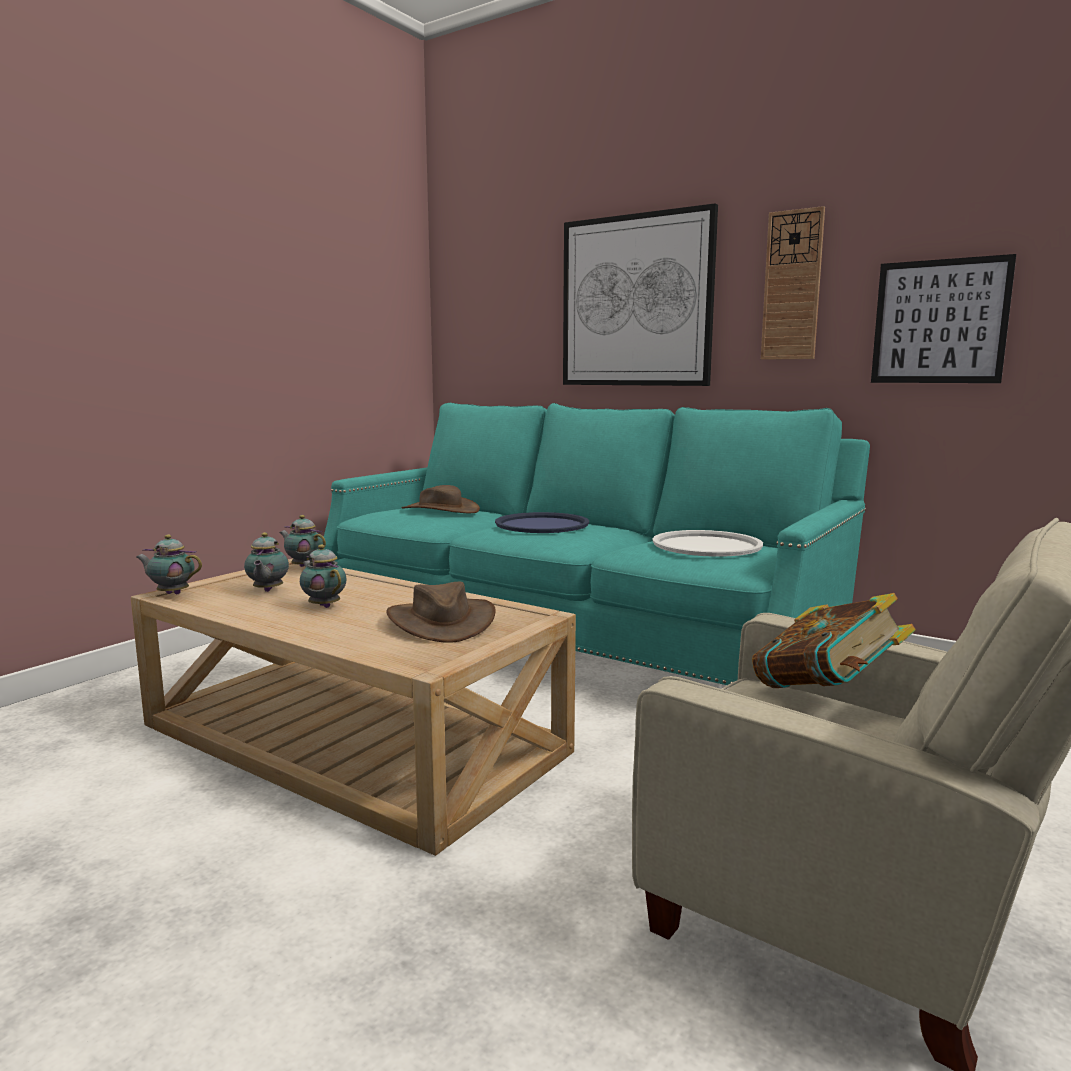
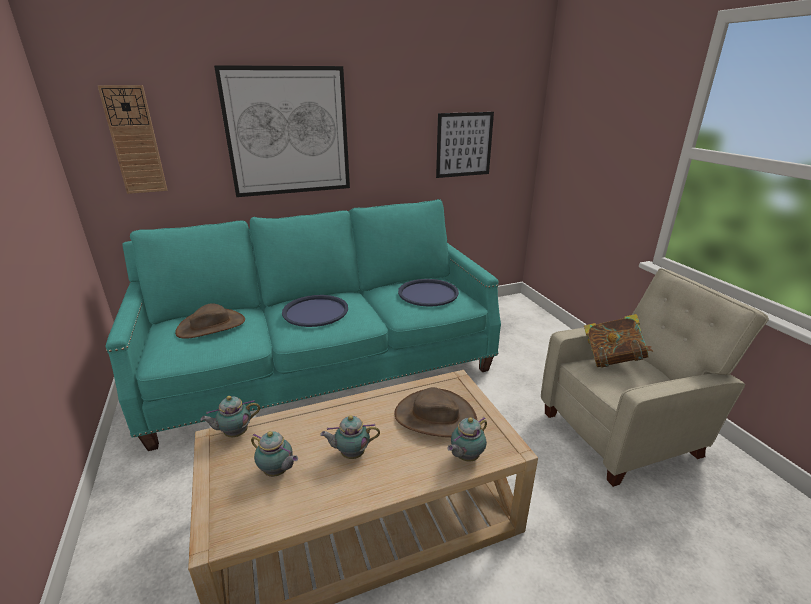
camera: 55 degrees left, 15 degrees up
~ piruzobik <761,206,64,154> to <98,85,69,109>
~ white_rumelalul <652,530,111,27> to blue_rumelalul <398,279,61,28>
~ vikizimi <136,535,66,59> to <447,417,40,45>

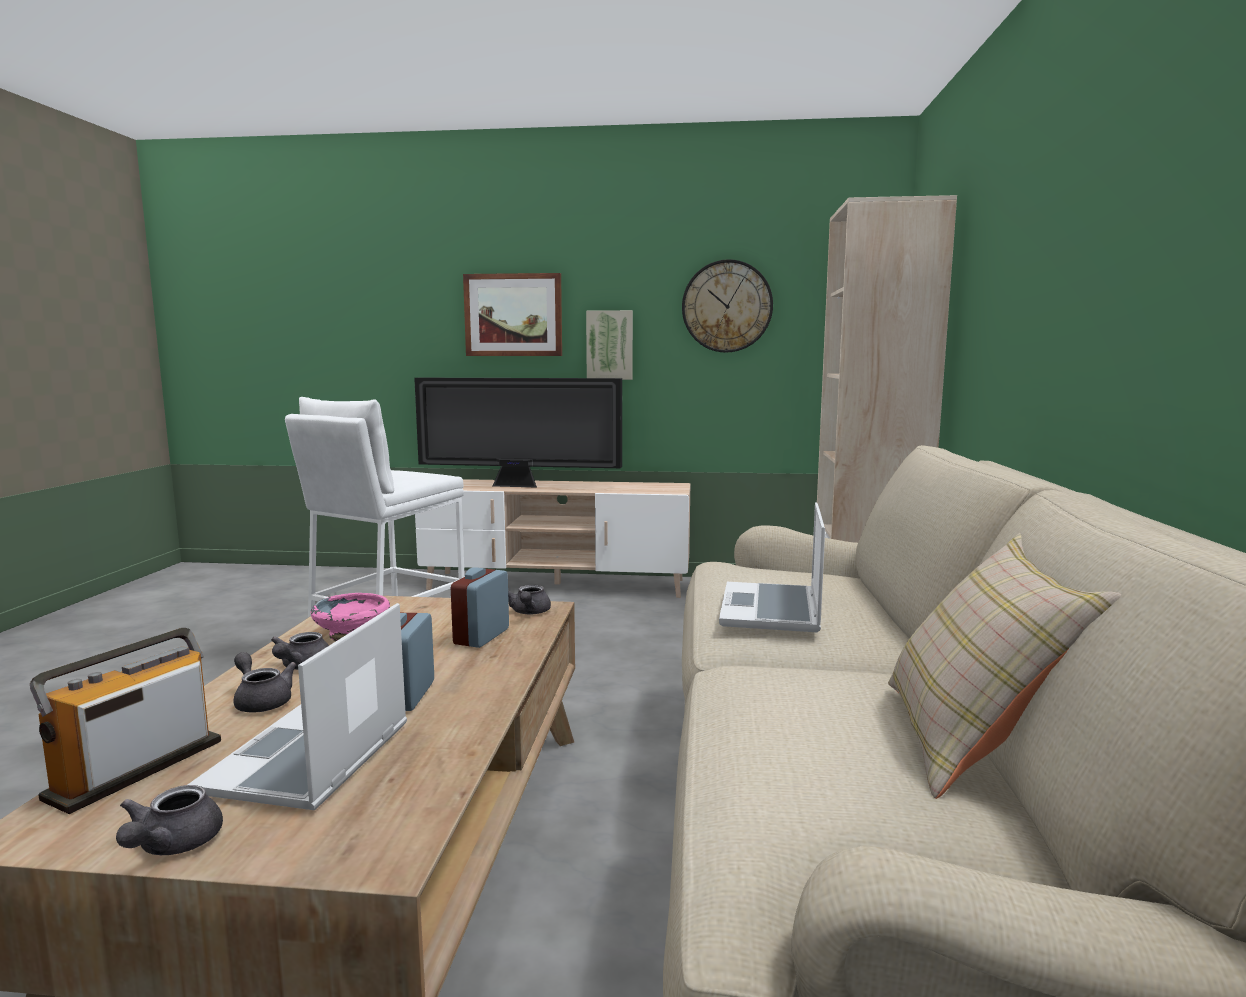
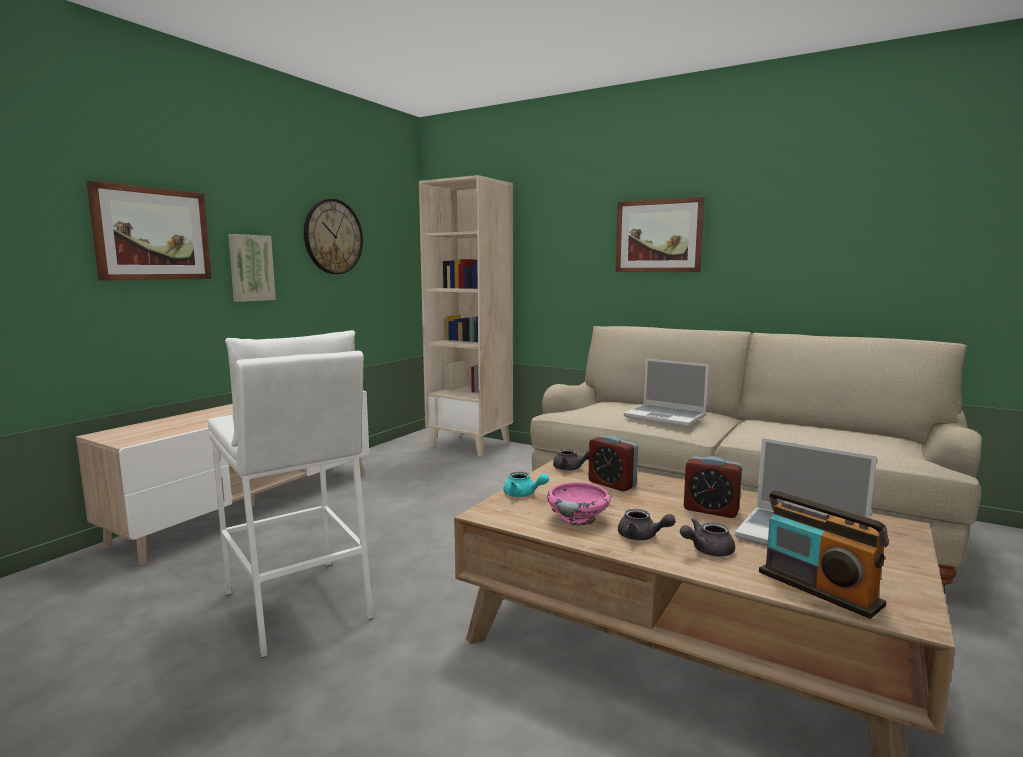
camera: 65 degrees left, 0 degrees up
+ turquoise_vikizimi <503,472,46,25>
+ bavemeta <616,197,89,75>
- grey_vikizimi <116,785,107,70>
- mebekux <414,378,208,110>
- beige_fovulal <888,533,233,266>

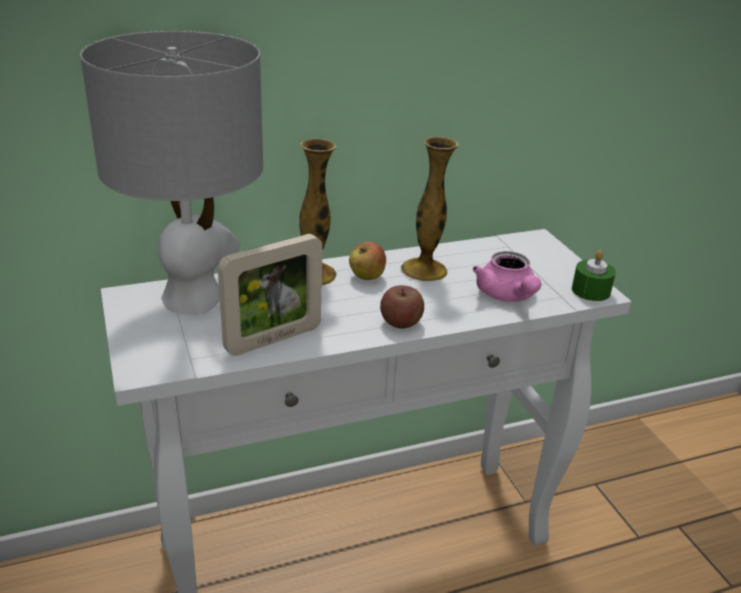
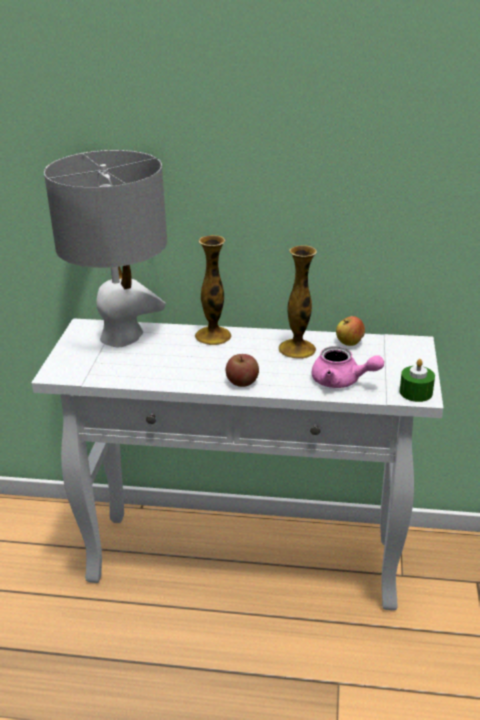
camera: 30 degrees right, 0 degrees up
~ pink_vikizimi <472,251,69,51> = <312,346,72,42> 75 degrees counterclockwise
~ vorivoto <349,242,37,38> to <336,316,29,30>
- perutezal <218,234,104,122>

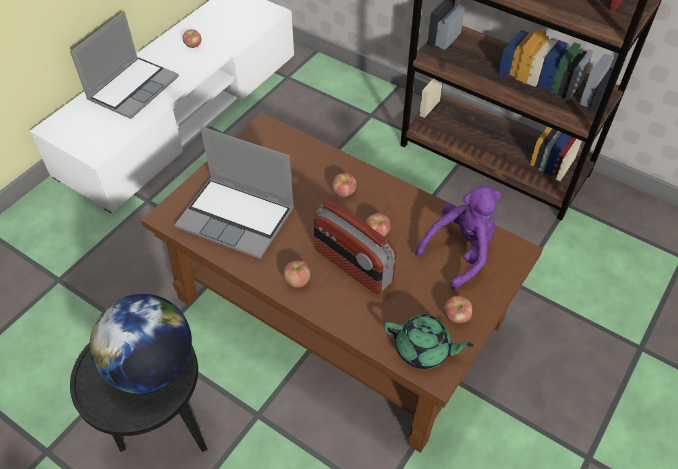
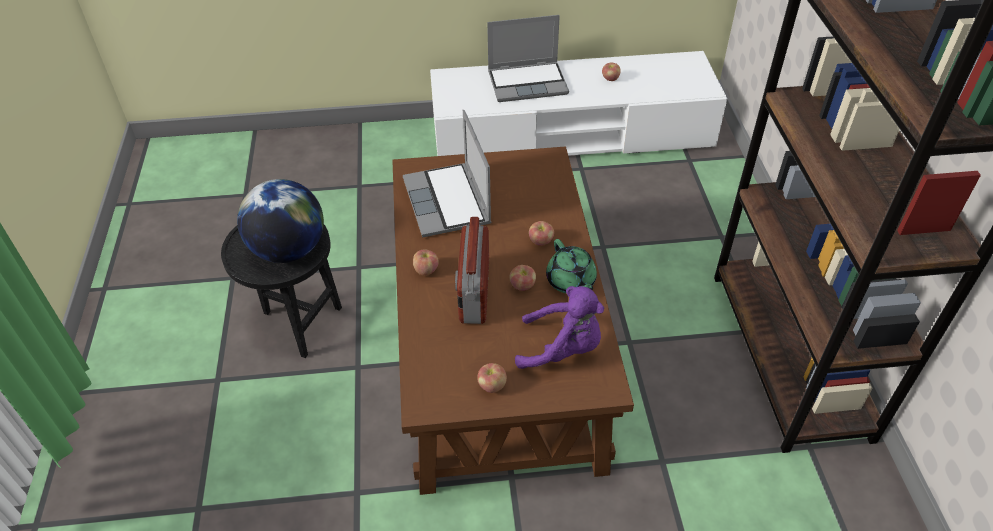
camera: 50 degrees right, 5 degrees down
~ green_vikizimi <384,314,89,55> to <546,239,51,55>

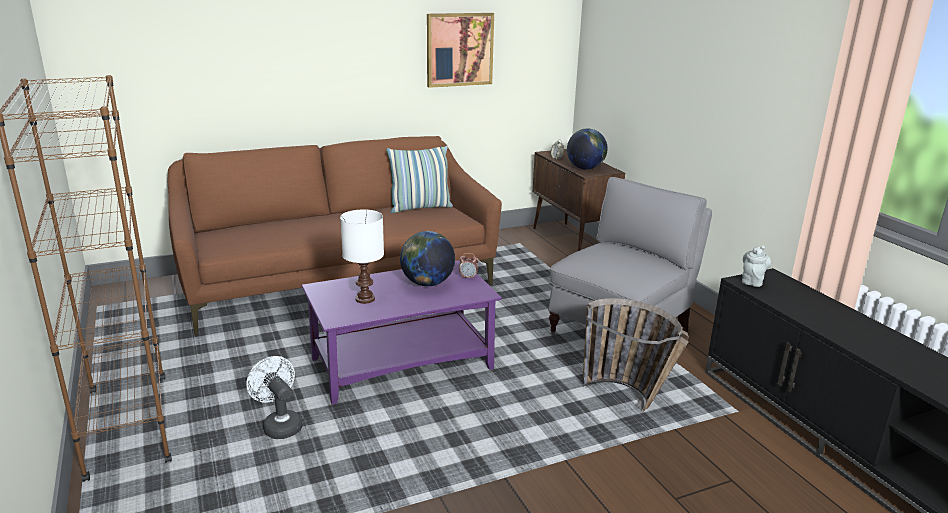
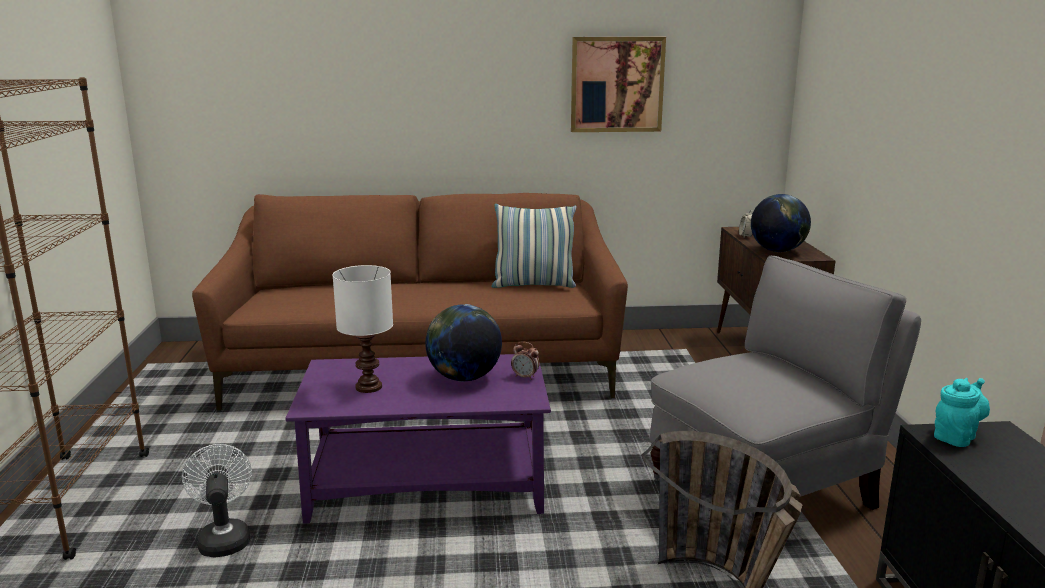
camera: 20 degrees right, 5 degrees down
~ grey_vikizimi <742,246,29,41> to turquoise_vikizimi <934,378,56,69>

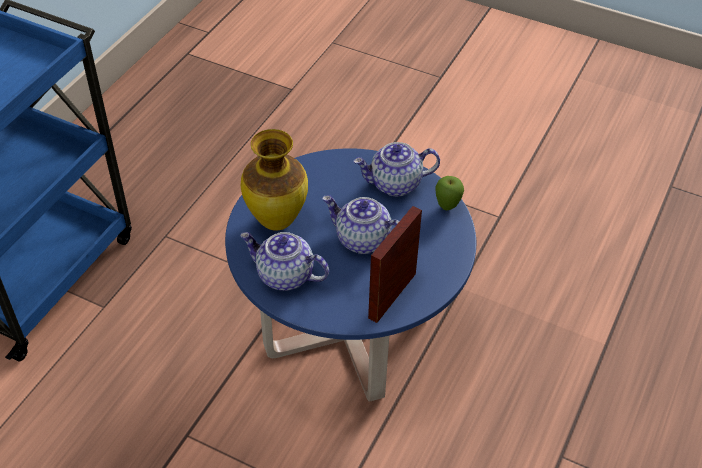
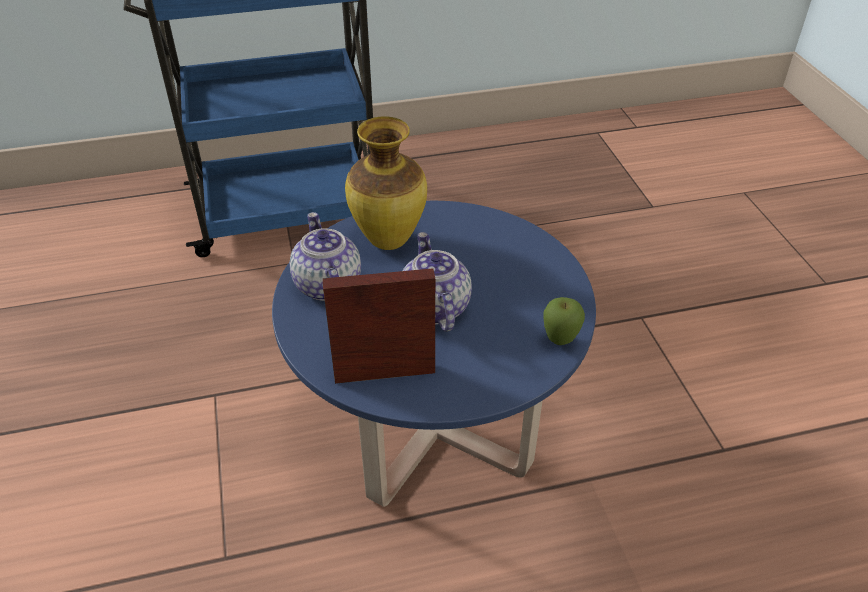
camera: 50 degrees right, 5 degrees down
- vikizimi <353,142,87,54>

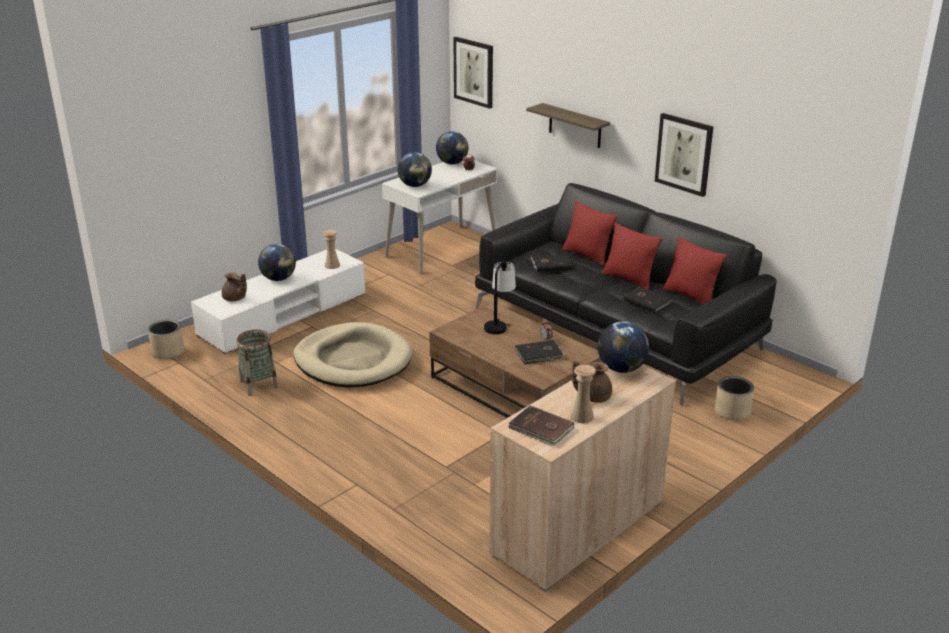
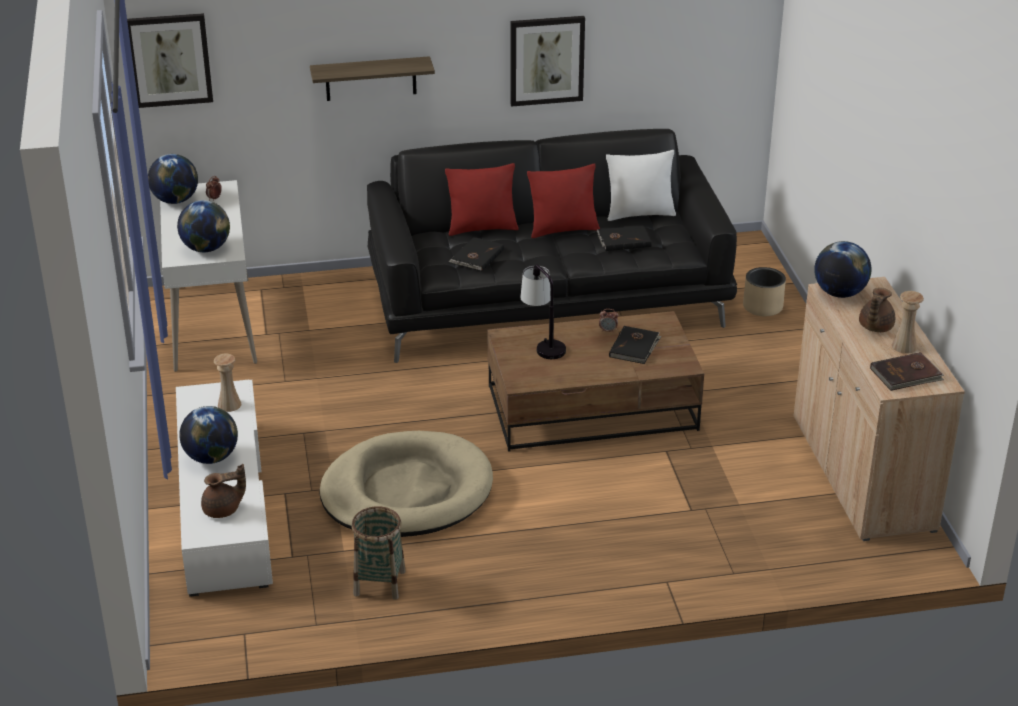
camera: 55 degrees left, 5 degrees up
~ red_fovulal <663,237,64,67> to white_fovulal <606,150,70,71>
- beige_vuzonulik <148,320,37,39>

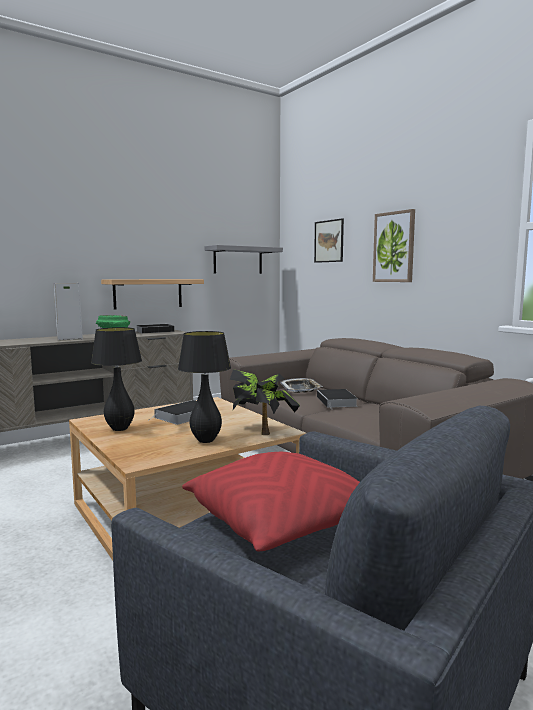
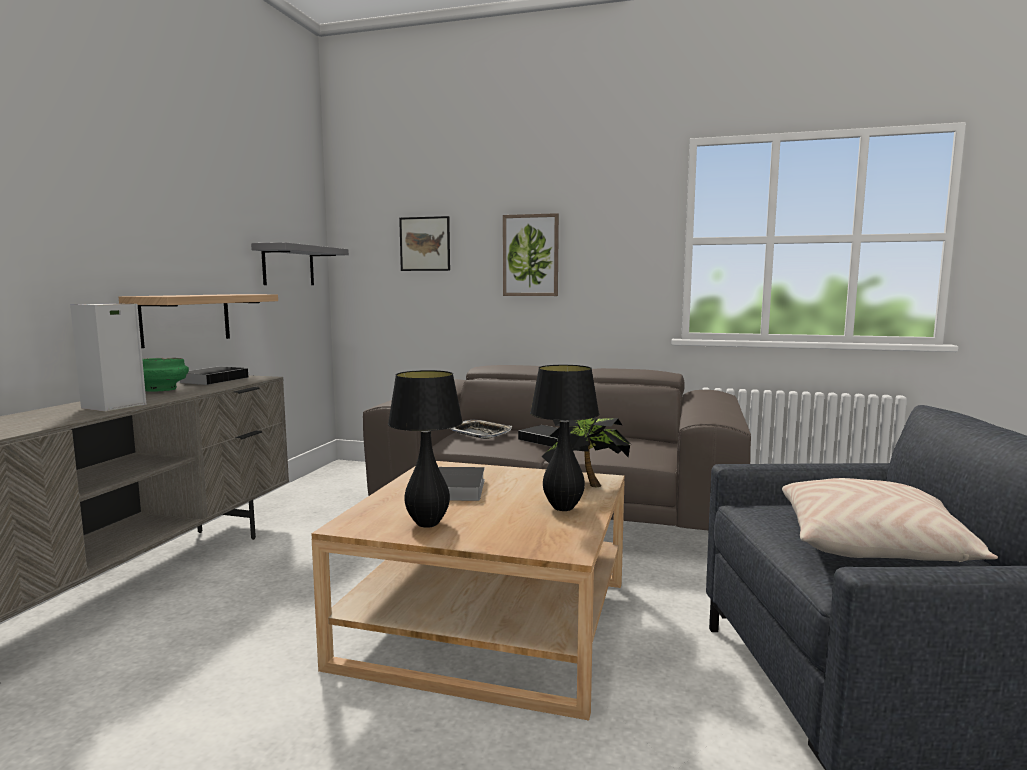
camera: 40 degrees left, 0 degrees up
~ red_fovulal <182,452,178,100> to beige_fovulal <782,478,216,84>

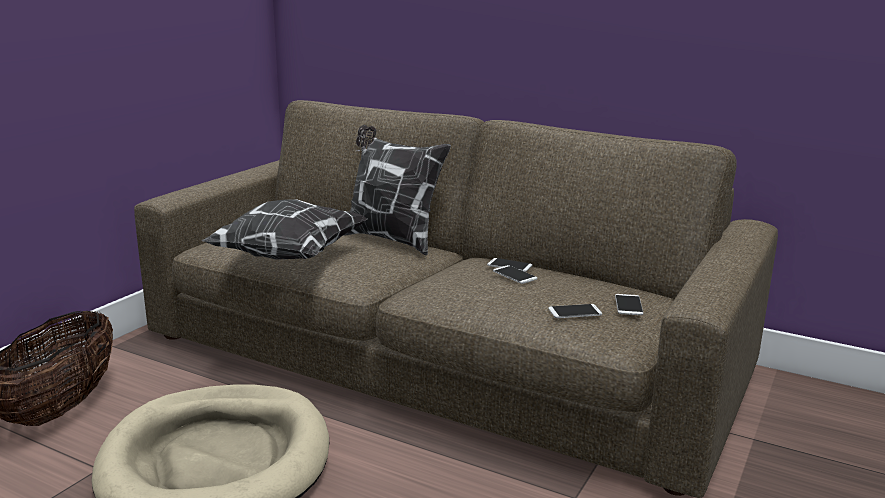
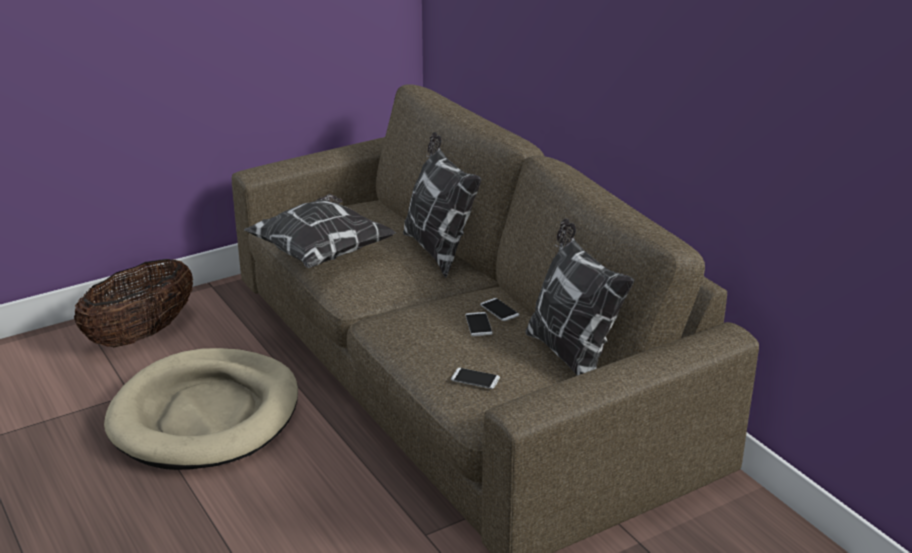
camera: 30 degrees right, 10 degrees up
+ fovulal <526,218,108,157>
- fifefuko <615,294,28,21>

